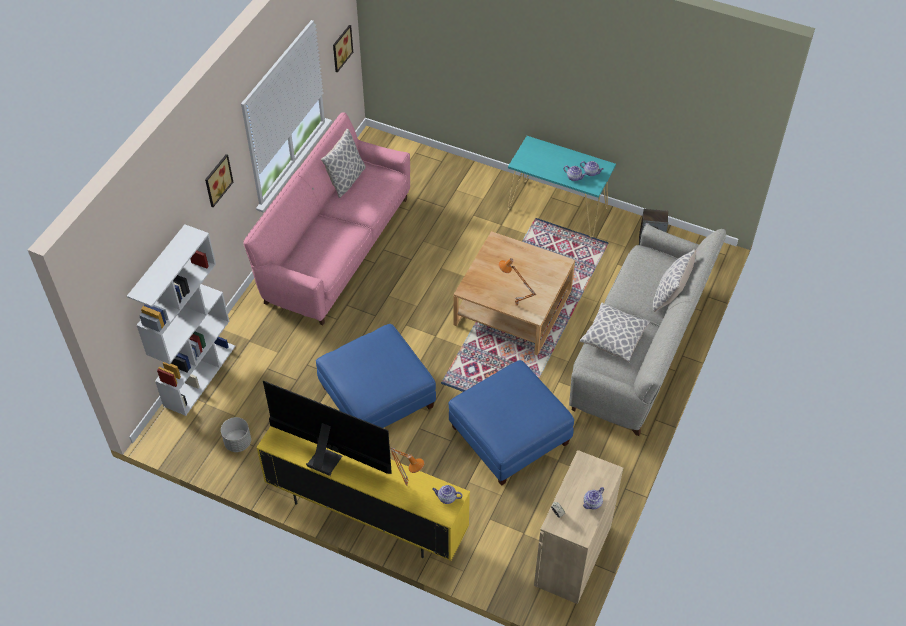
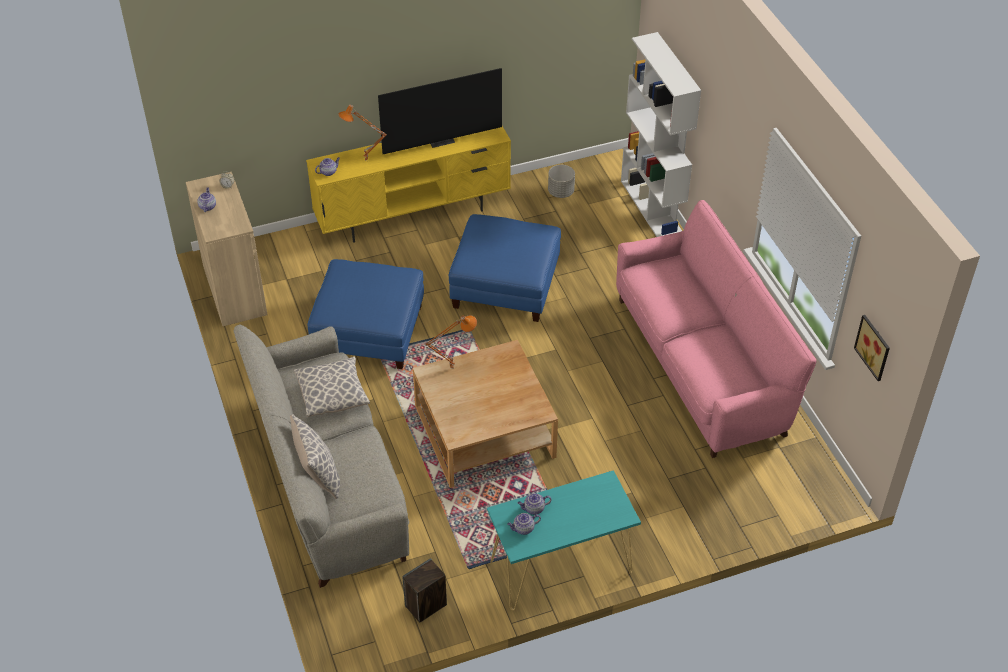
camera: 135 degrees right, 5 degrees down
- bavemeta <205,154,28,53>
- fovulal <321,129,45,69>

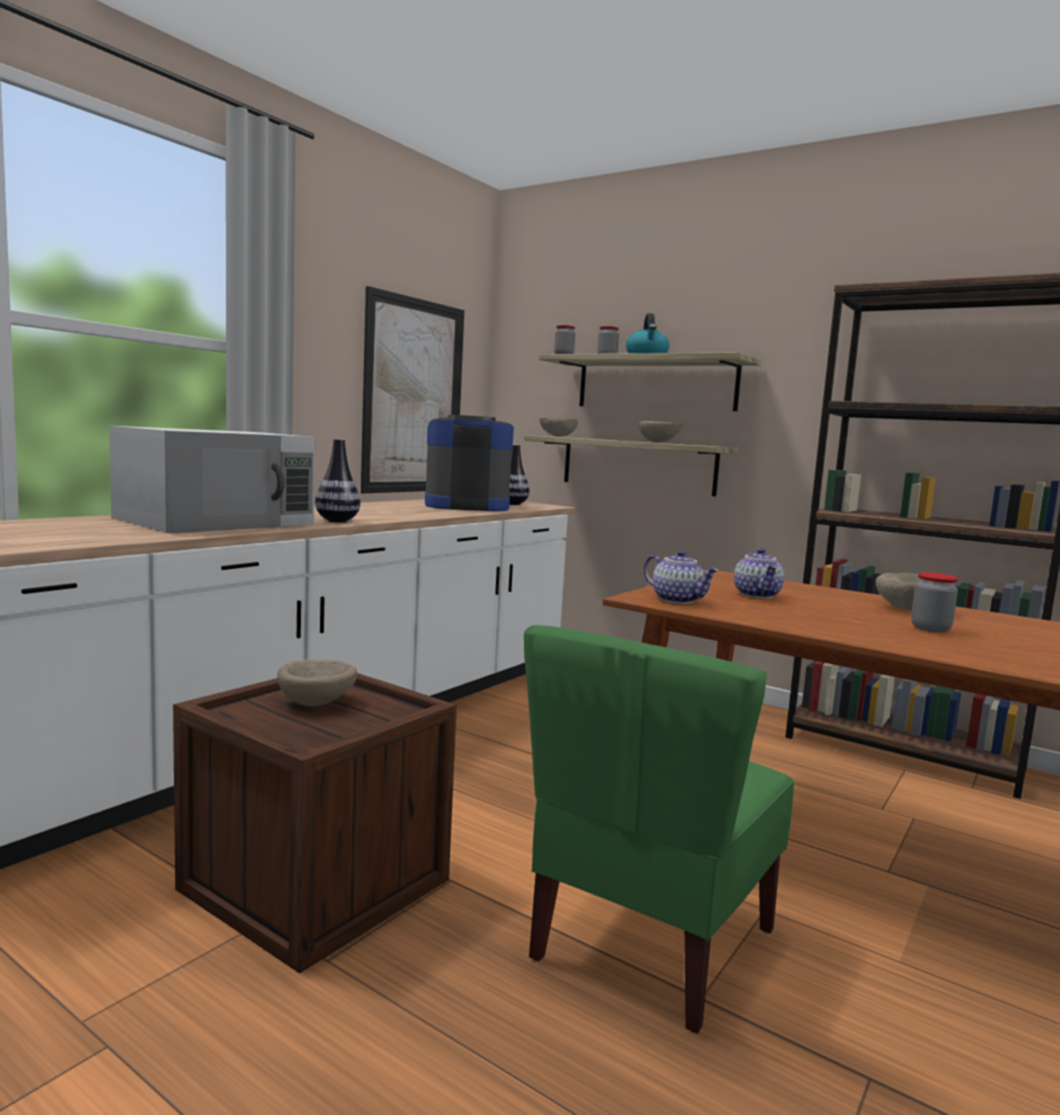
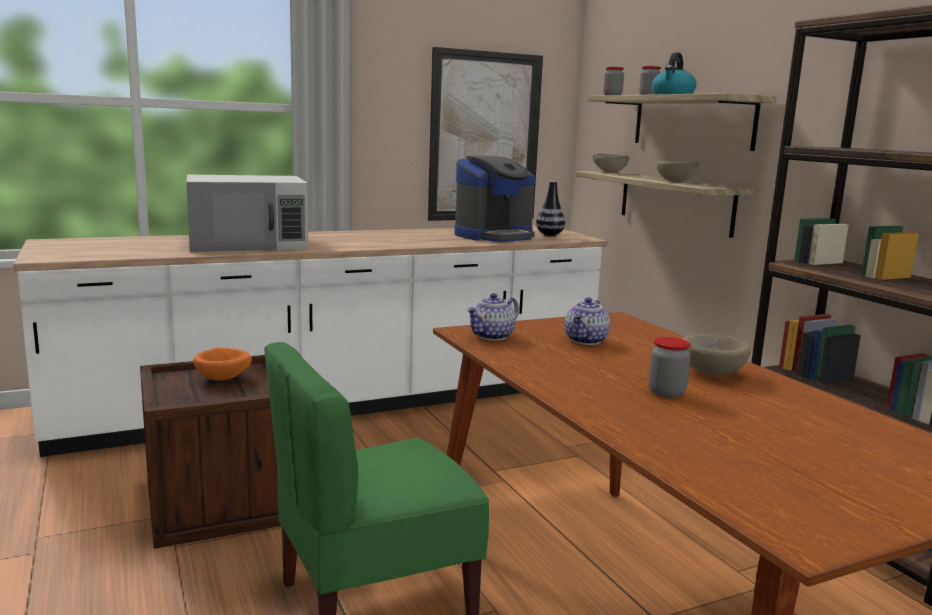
camera: 30 degrees right, 5 degrees up
~ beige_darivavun <277,659,80,47> to orange_darivavun <193,347,59,34>
~ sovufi <425,415,89,96> = <454,156,81,86> 120 degrees clockwise
~ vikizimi <643,550,76,54> = <467,293,52,48> 60 degrees clockwise
- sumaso <315,439,45,84>

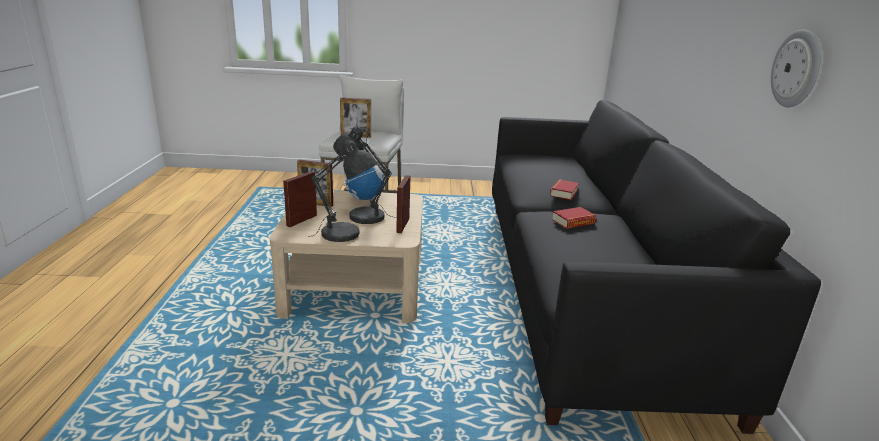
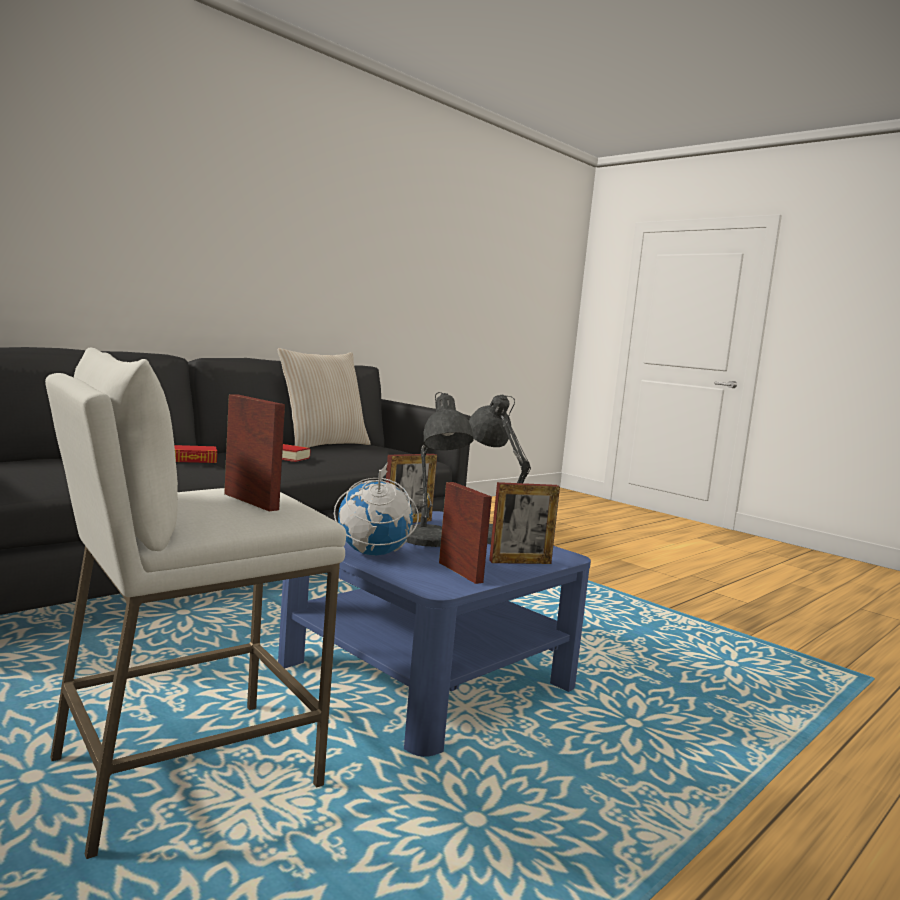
camera: 135 degrees left, 15 degrees down
+ beige_fovulal <277,348,94,100>
~ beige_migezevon <270,191,153,132> to blue_migezevon <278,511,313,246>
- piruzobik <771,29,50,79>

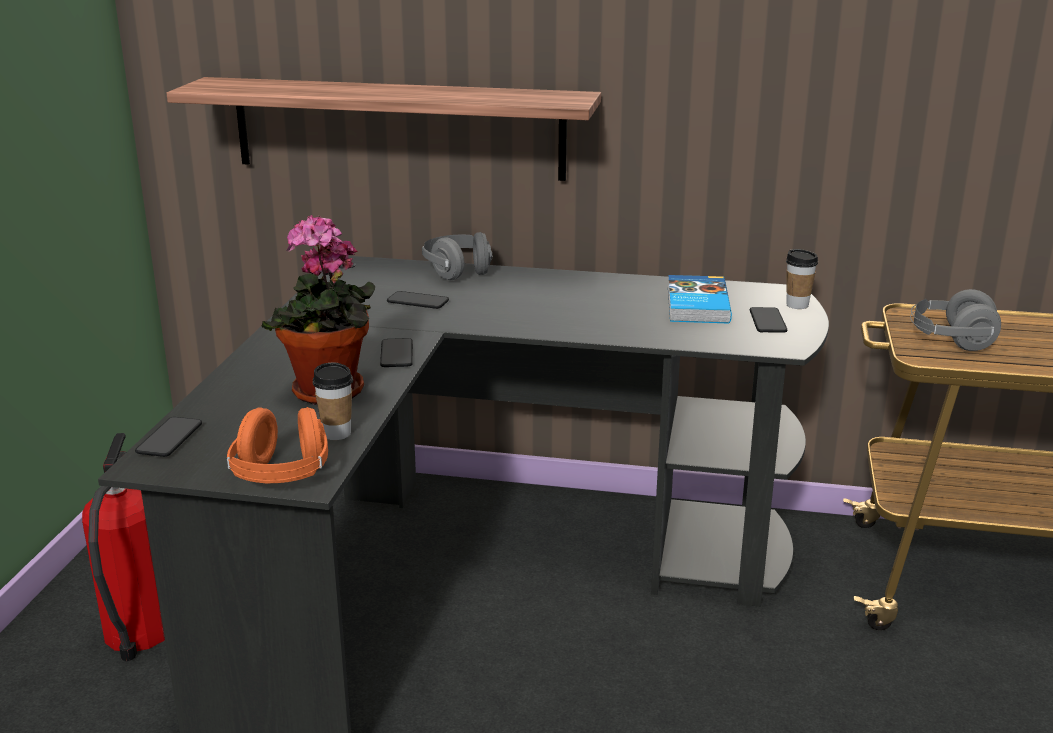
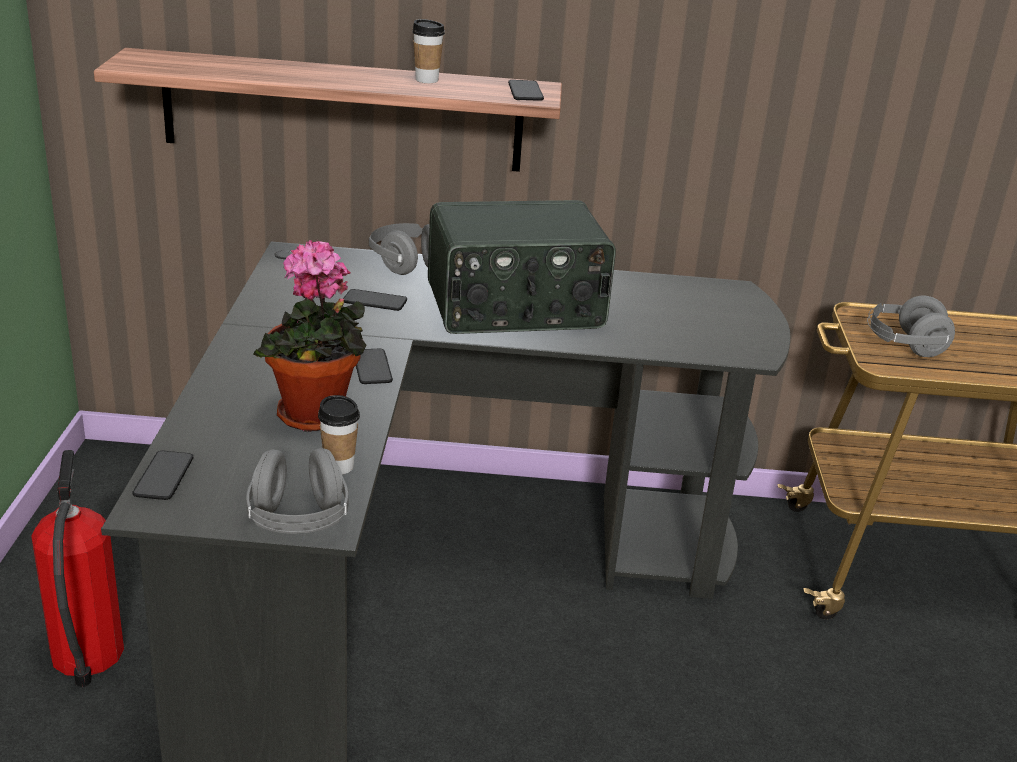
camera: 10 degrees left, 5 degrees up
~ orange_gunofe <227,407,101,76> to grey_gunofe <246,448,102,86>
~ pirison <786,249,32,60> to <412,19,33,64>
+ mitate <428,200,188,134>
~ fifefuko <750,307,37,26> to <508,80,36,21>
- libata <668,275,64,49>

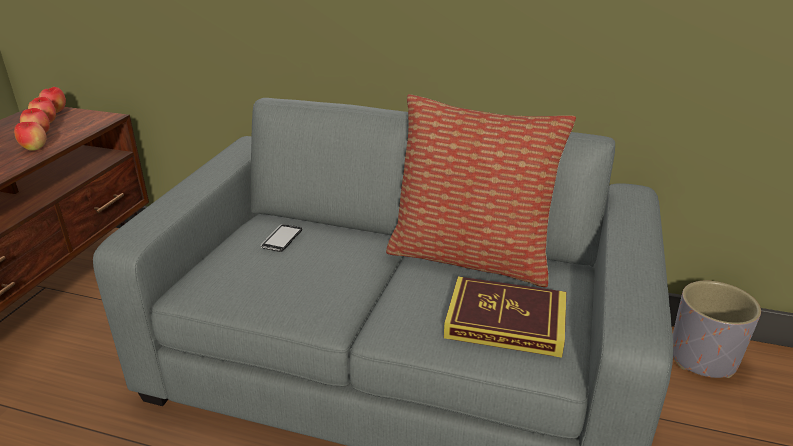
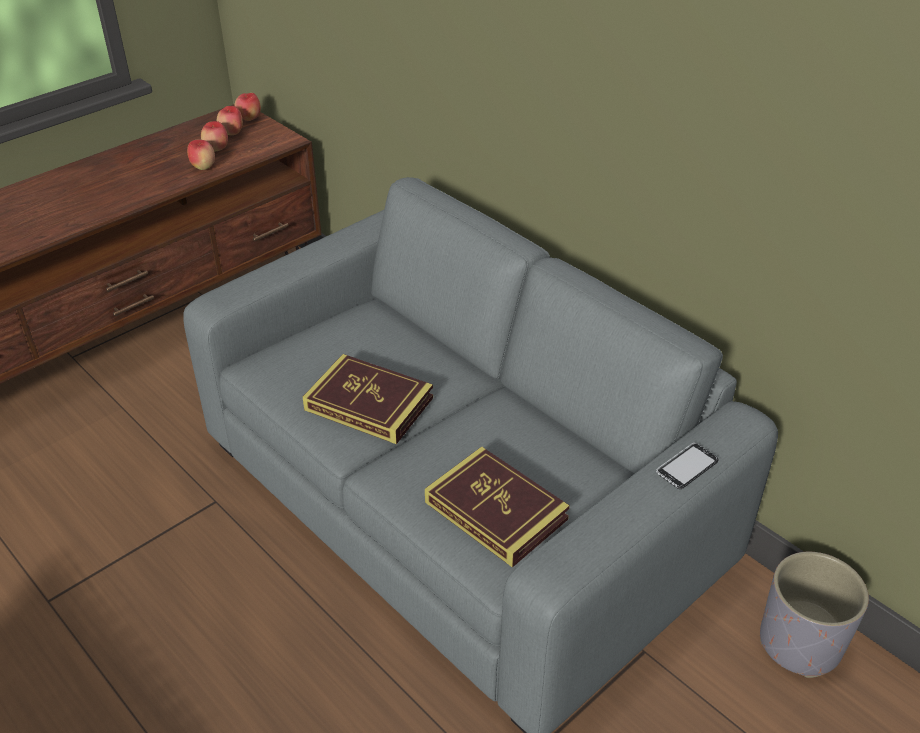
camera: 30 degrees right, 10 degrees up
+ libata <303,354,130,90>
~ fifefuko <261,224,41,28> to <656,443,63,46>
- fovulal <386,94,190,193>

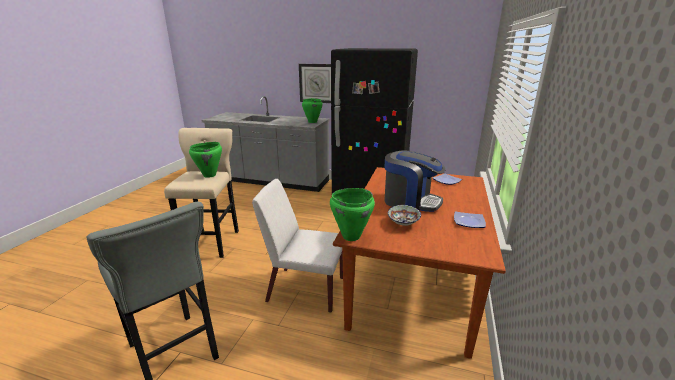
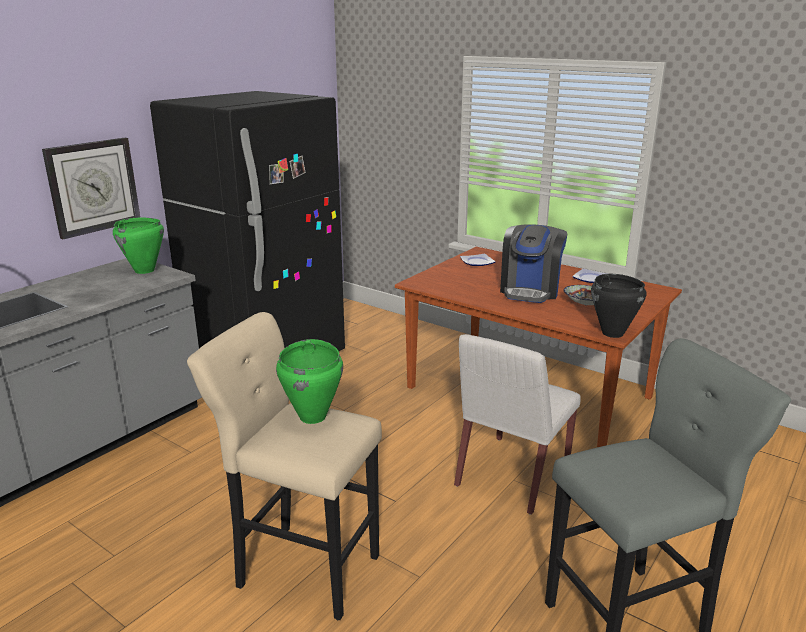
camera: 70 degrees left, 0 degrees up
~ sovufi <385,150,60,62> = <500,224,68,79> 150 degrees clockwise
~ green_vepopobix <330,188,45,53> to black_vepopobix <591,274,55,64>

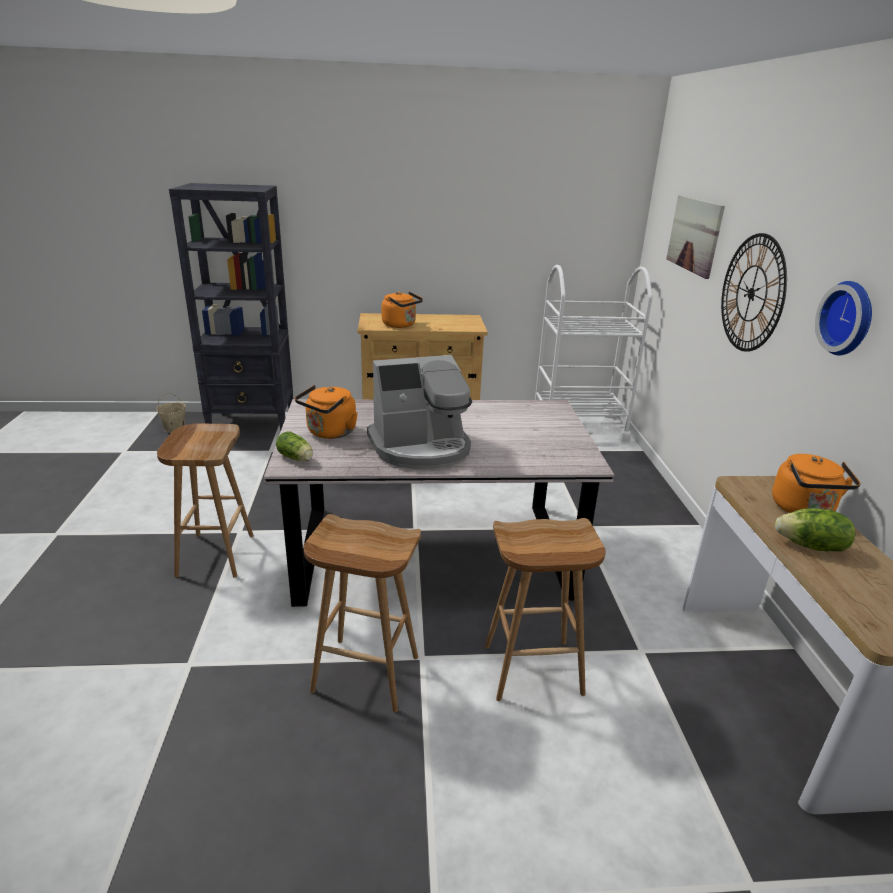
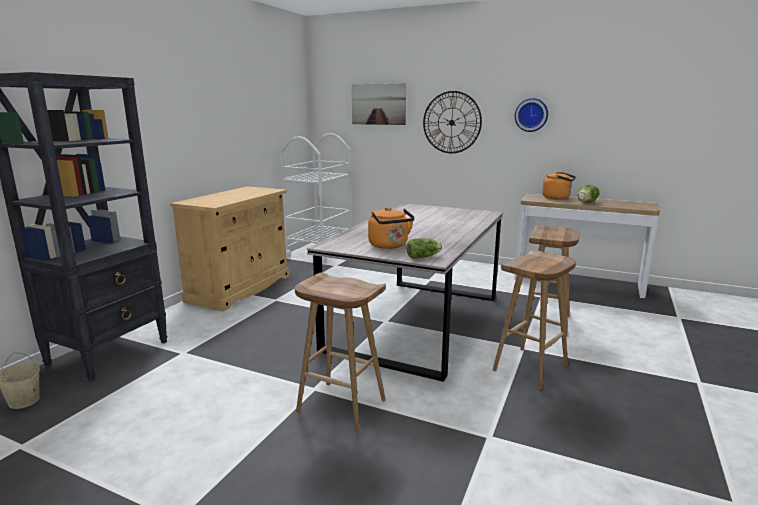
camera: 60 degrees left, 10 degrees down
- sovufi <367,355,105,114>
- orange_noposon <382,292,41,36>

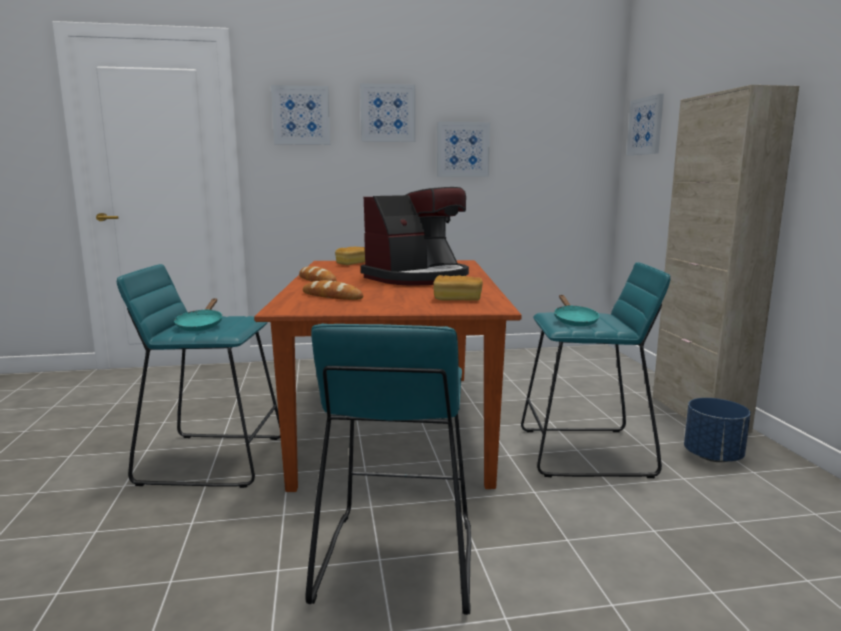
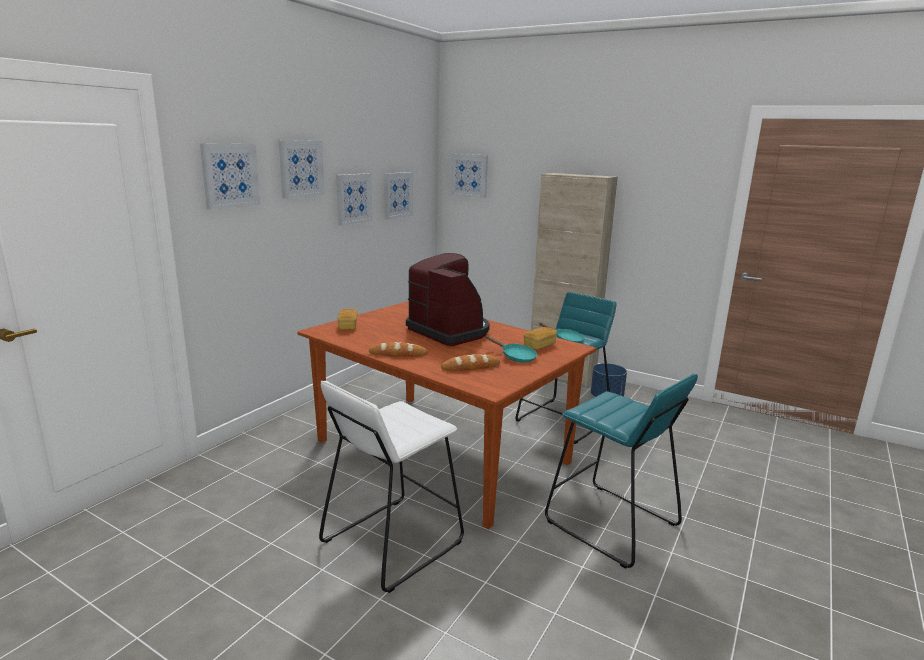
camera: 50 degrees left, 5 degrees up
~ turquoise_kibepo <117,264,164,224> to white_kibepo <319,381,145,212>
+ bavemeta <384,172,29,47>
~ sovufi <361,187,108,99> = <406,253,84,93> 45 degrees counterclockwise
~ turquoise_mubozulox <174,298,48,33> to <485,335,52,28>

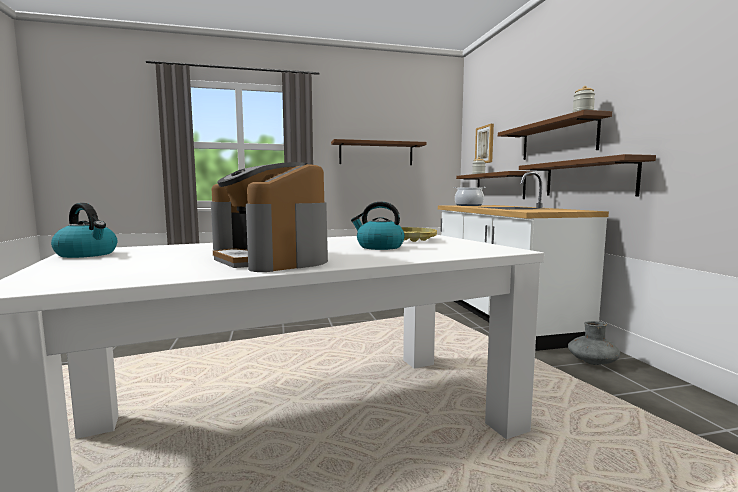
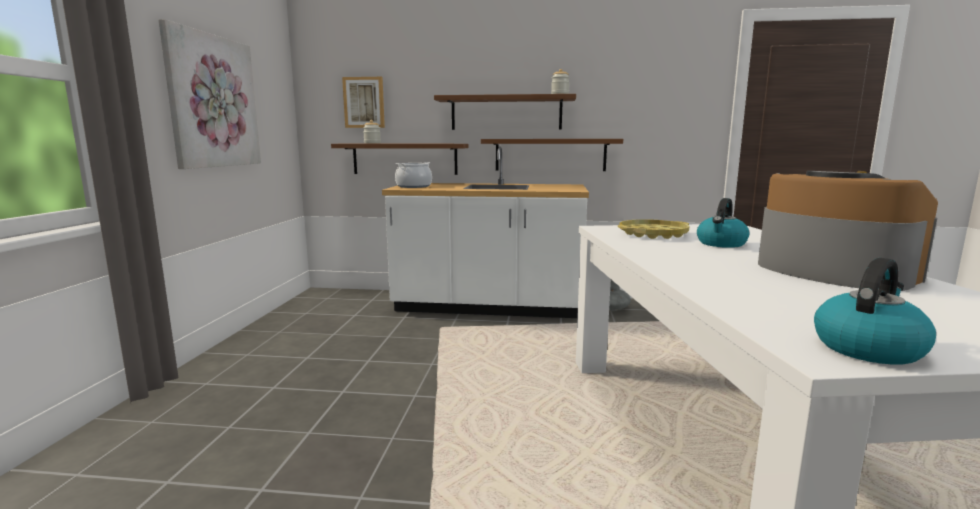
camera: 70 degrees left, 5 degrees up
~ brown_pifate <331,139,96,26> to bavemeta <158,19,103,150>
~ sovufi <211,162,117,110> = <758,171,180,120> 105 degrees counterclockwise

